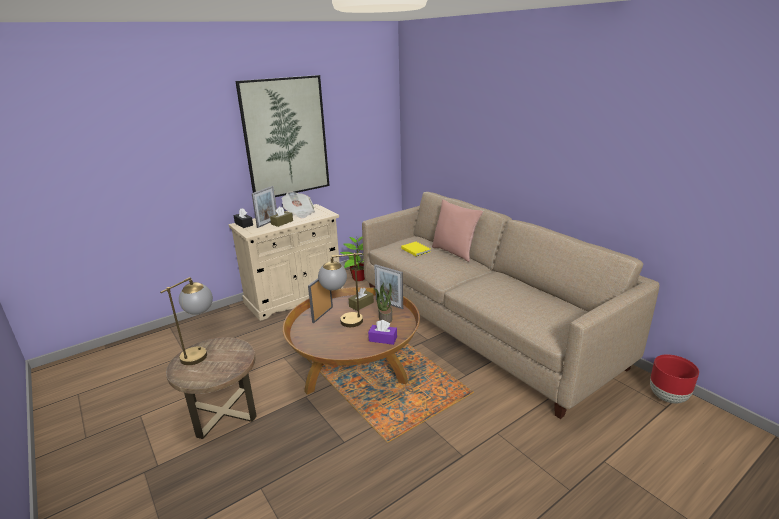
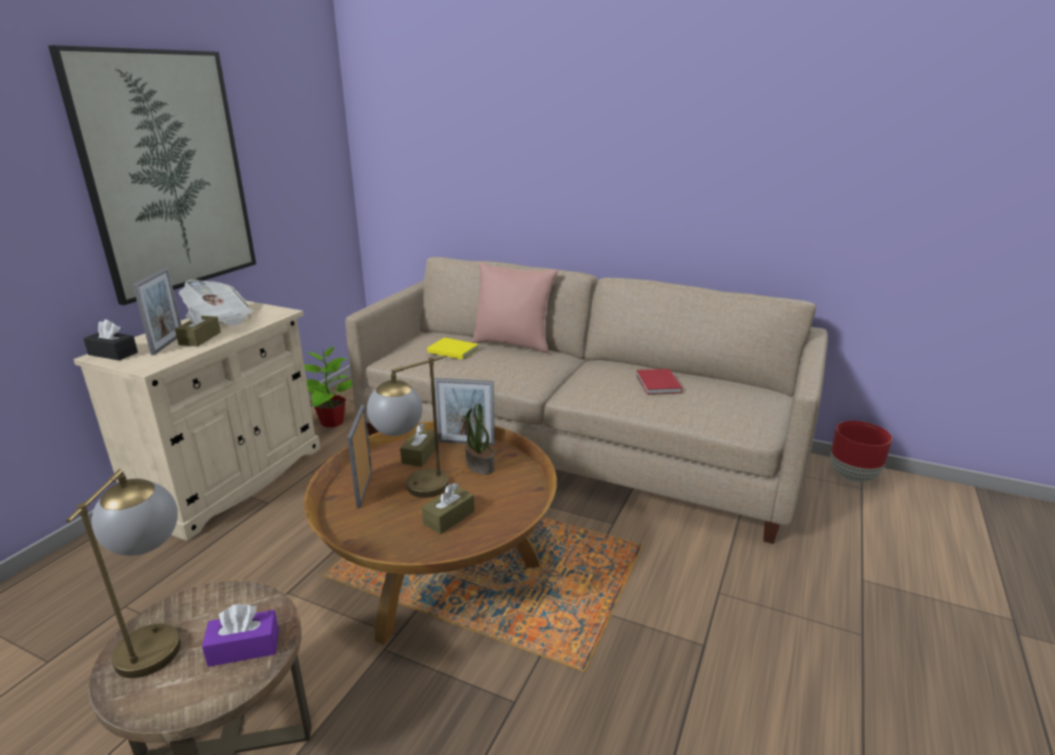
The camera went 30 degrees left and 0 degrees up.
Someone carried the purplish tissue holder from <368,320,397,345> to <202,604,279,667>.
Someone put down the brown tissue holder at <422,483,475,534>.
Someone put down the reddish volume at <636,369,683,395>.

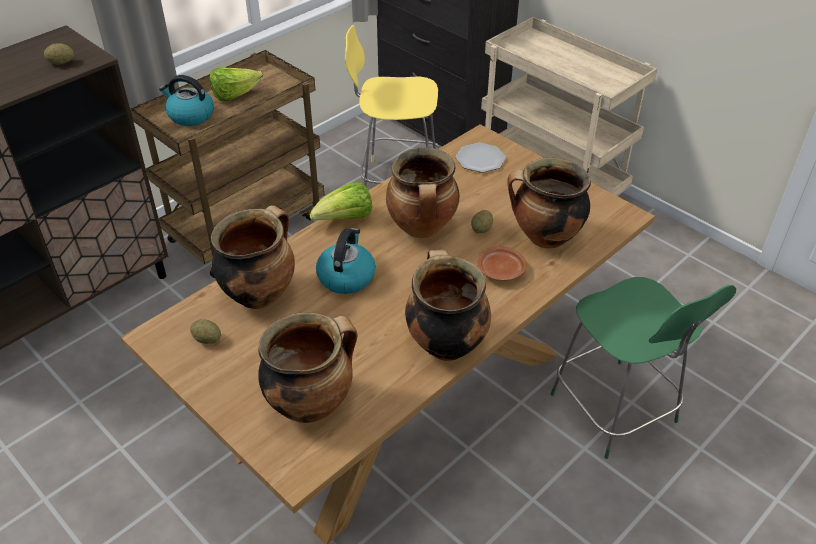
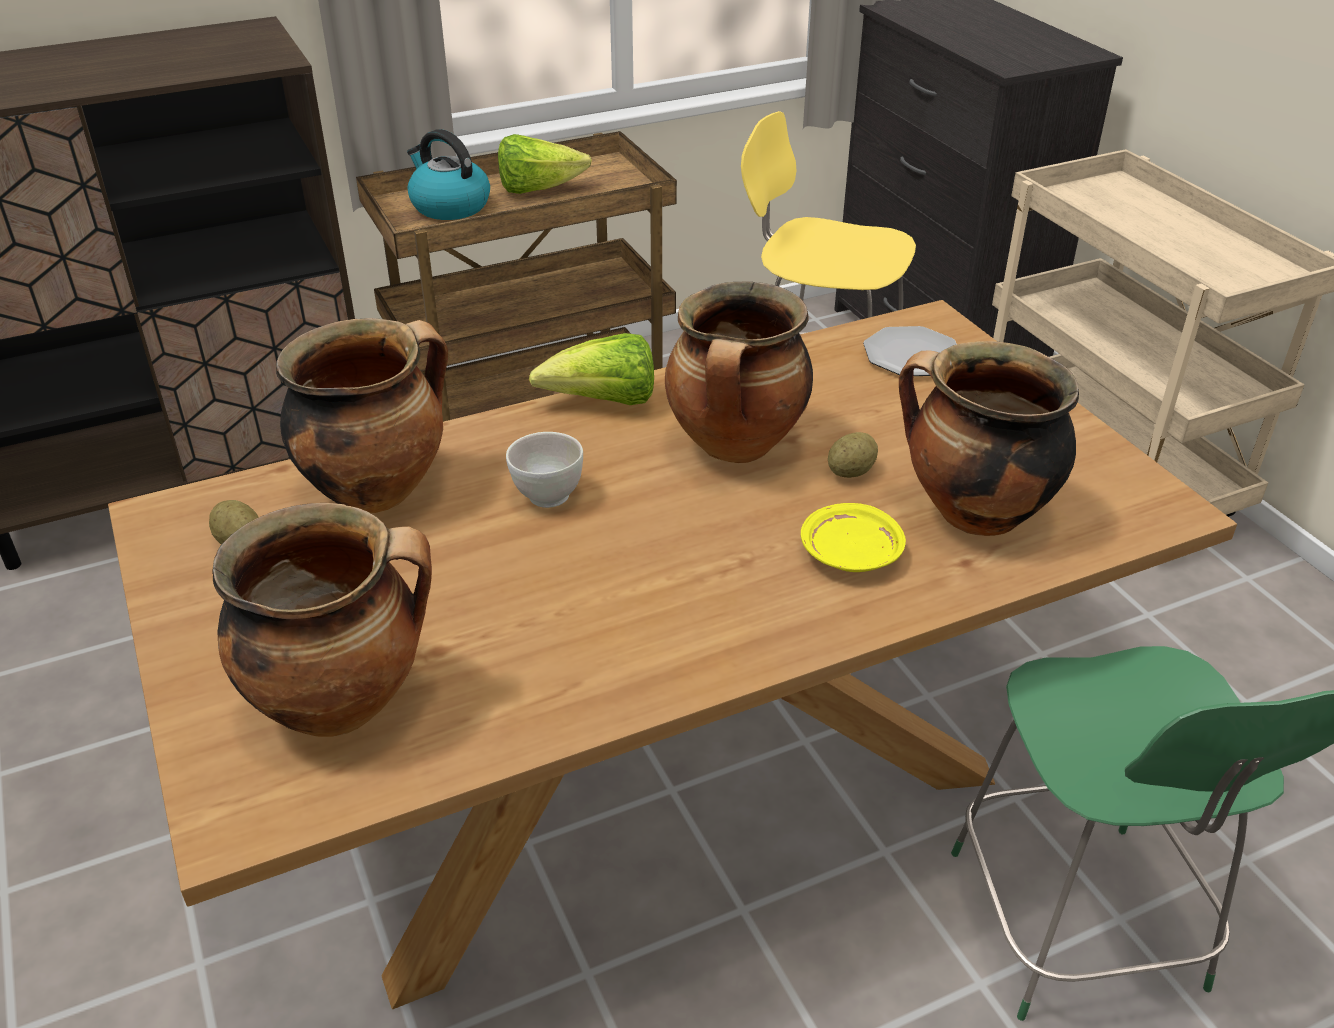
The camera went 20 degrees right and 5 degrees down.
Someone swapped the tea kettle at <316,228,376,294> for the white-coloured deep dish at <506,432,583,508>.
Someone repainted the brown dinner plate at <477,246,527,281>, which became the yellow dinner plate at <801,503,906,572>.
Someone took away the spud at <44,43,74,65>.
Someone took away the saucepot at <405,250,491,361>.

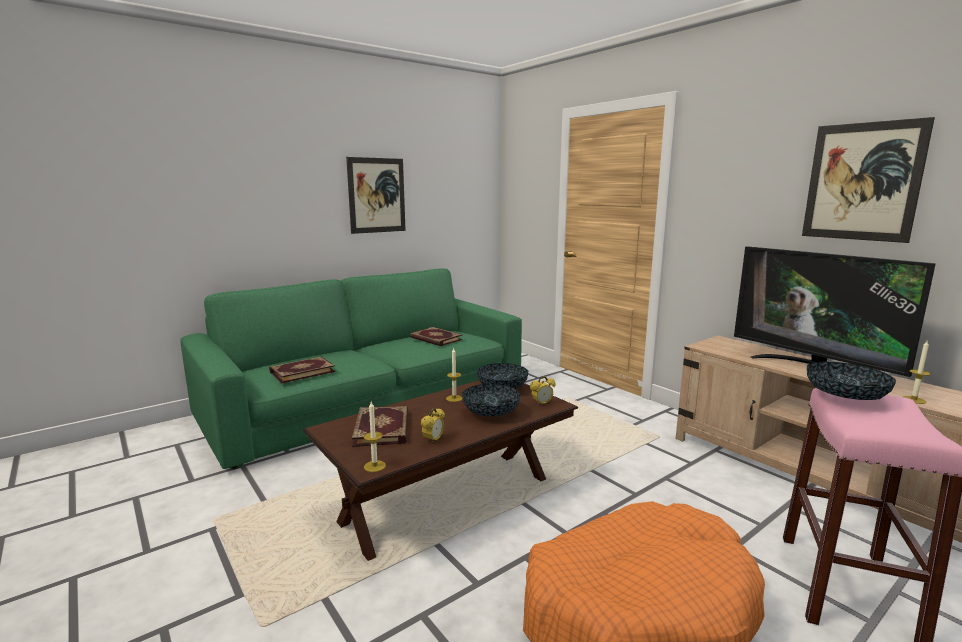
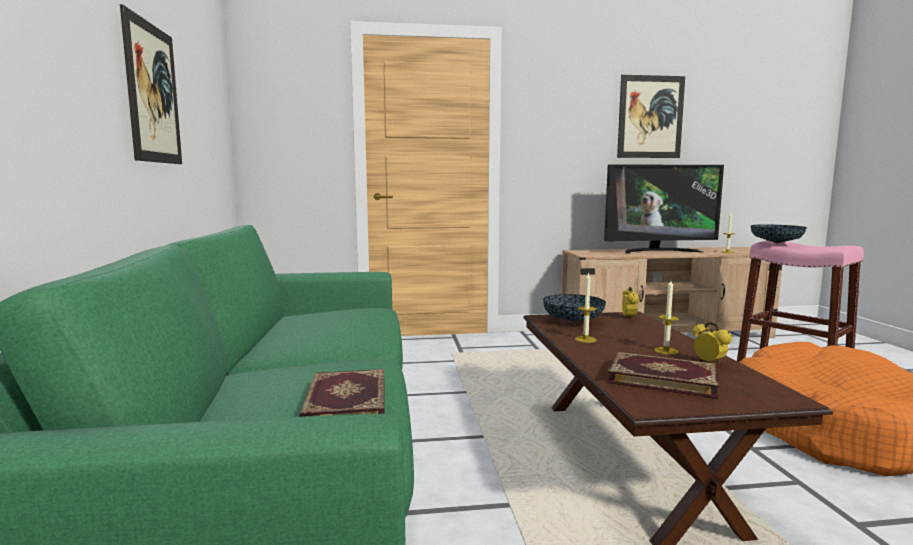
The camera went 60 degrees left and 5 degrees down.
Someone carried the candle from <364,402,386,472> to <654,280,679,355>.
Someone took away the volume at <410,327,462,346>.
Someone took away the deep dish at <462,384,520,416>.

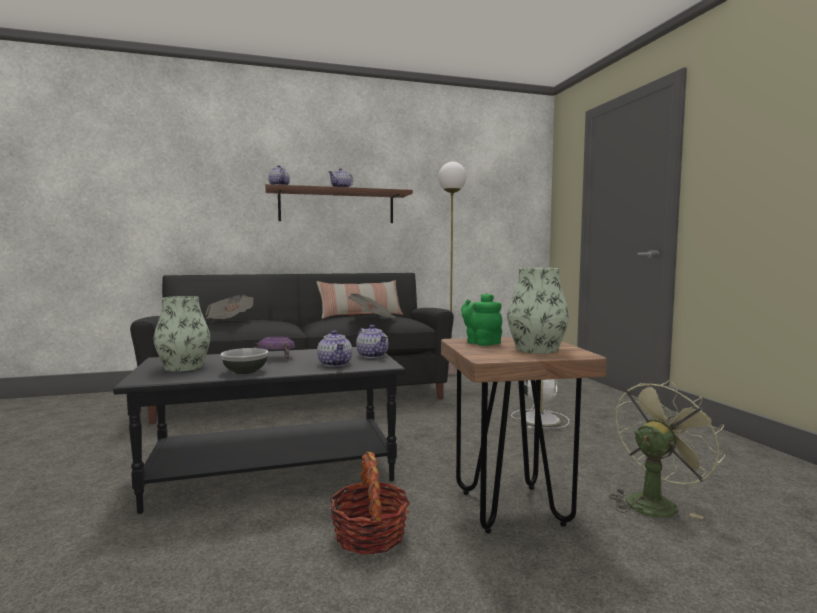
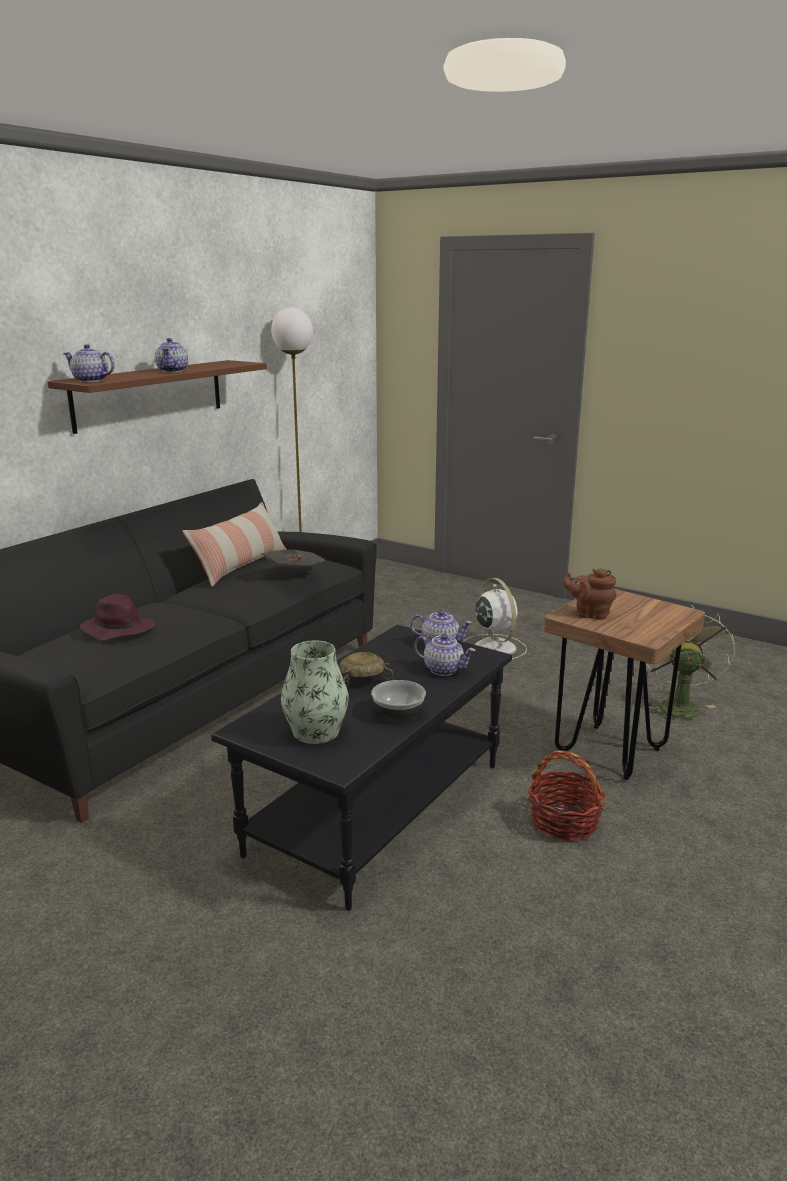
The camera went 40 degrees left and 15 degrees up.
Someone swapped the newspaper at <206,295,254,319> for the purplish hat at <80,594,155,640>.
Someone repainted the purplish deep dish at <254,337,295,359>, which became the beige-coloured deep dish at <339,652,394,687>.
Someone repainted the green-coloured pot for tea at <461,293,502,346>, which became the brown pot for tea at <562,568,616,620>.
Someone took away the flower vase at <507,268,569,354>.

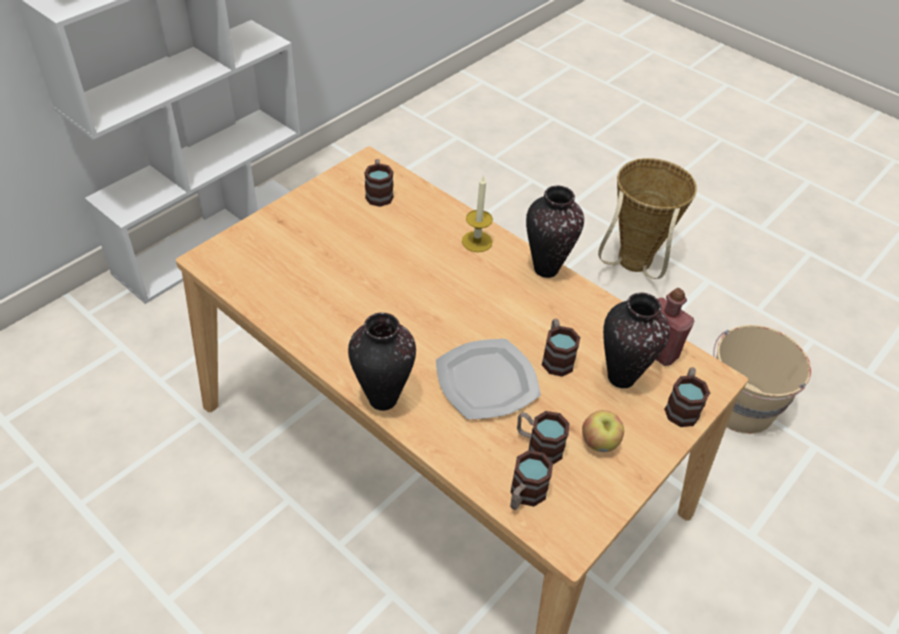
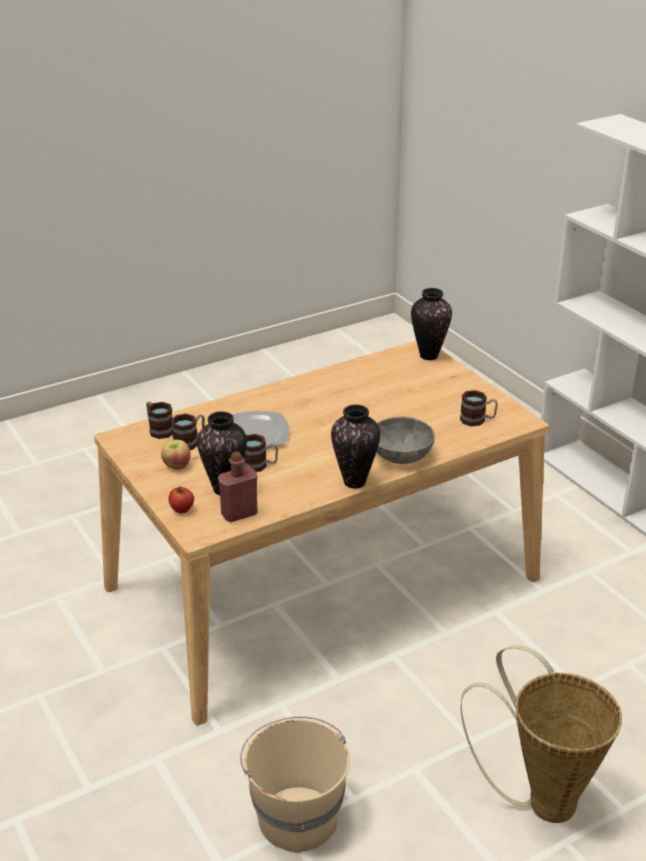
The camera went 110 degrees right and 15 degrees down.
Someone swapped the tea mug at <664,367,710,427> for the whole apple at <168,486,194,513>.
Someone swapped the candle at <462,175,493,252> for the gray deep dish at <377,417,435,464>.
Someone carried the flower vase from <348,313,416,411> to <411,288,452,360>.

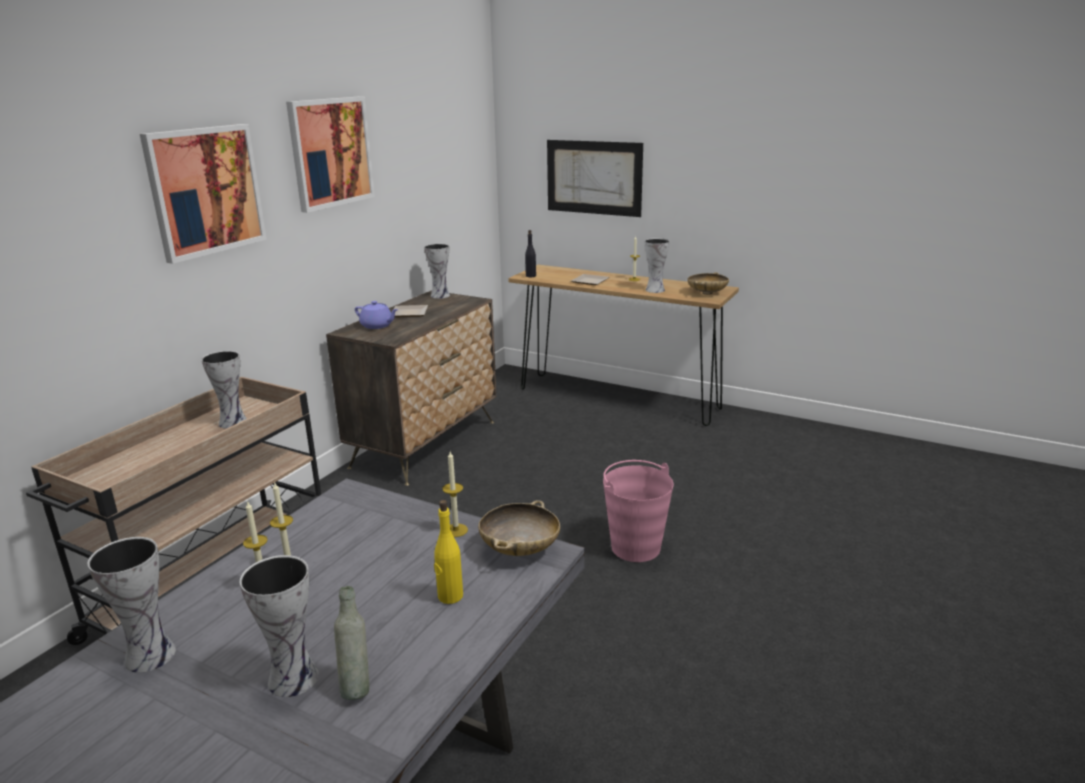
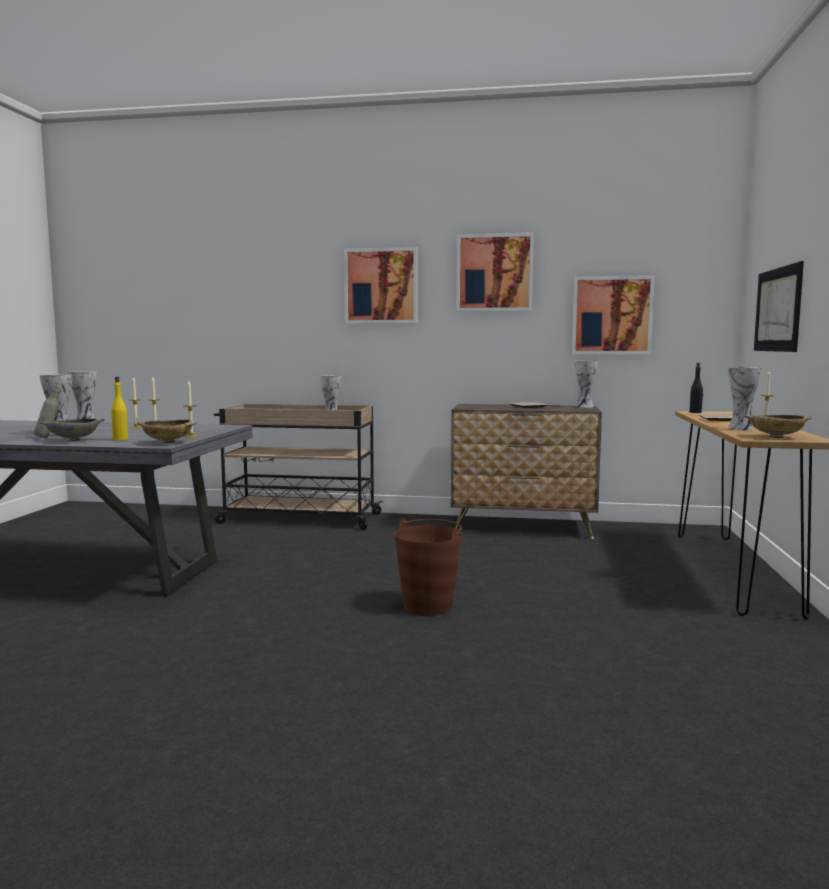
The camera went 70 degrees right and 15 degrees down.
Someone put down the gray deep dish at <39,418,105,441>.
Someone repainted the pink-coloured bucket at <603,460,673,562>, which became the brown bucket at <394,518,462,616>.
Someone put up the wall picture at <572,275,655,354>.
Someone took away the purplish pot for tea at <355,301,398,329>.

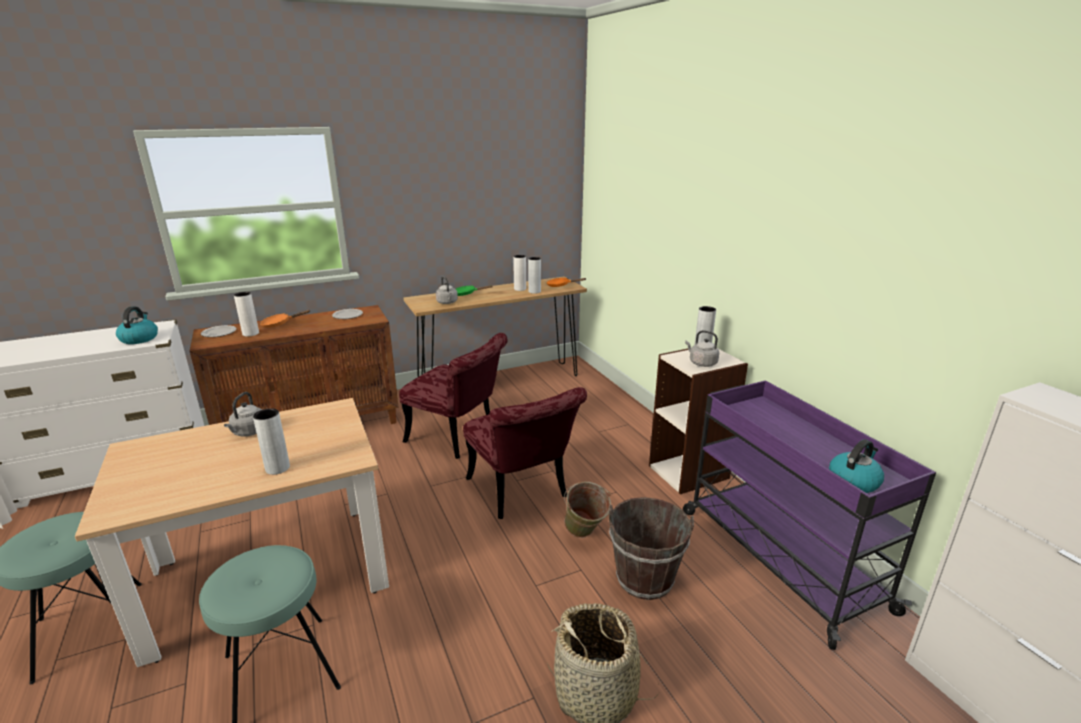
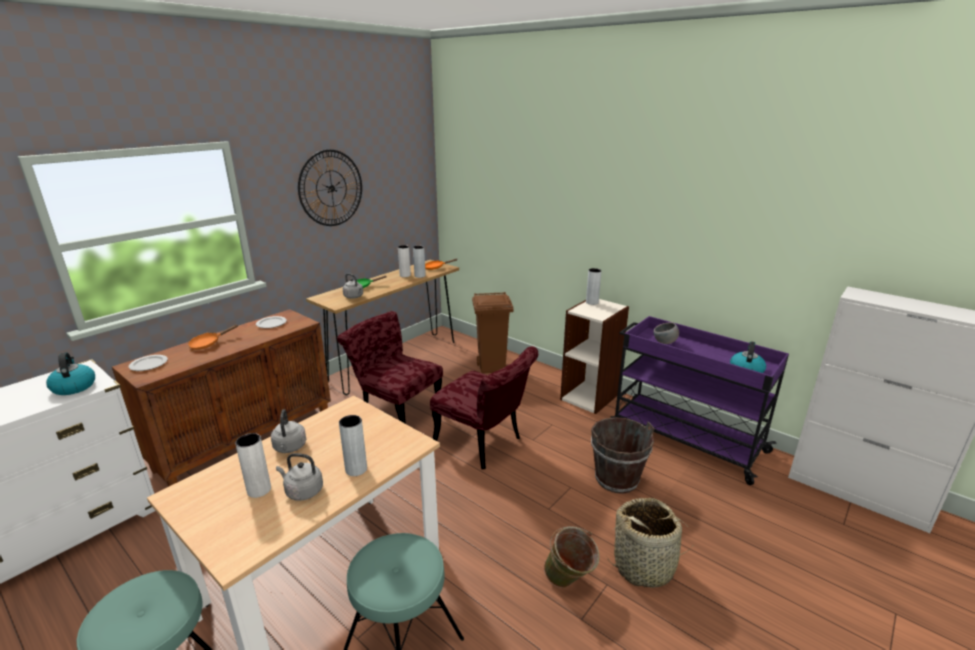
The camera went 25 degrees left and 0 degrees up.
Someone carried the white-coloured flower vase from <234,292,259,337> to <235,433,271,498>.
Someone carried the gray tea kettle from <685,330,719,367> to <276,453,323,501>.
Someone put up the clock on the wall at <298,150,362,226>.
Someone rotated the reddish upright chair at <399,333,507,459> by 150 degrees counterclockwise.
Someone put down the brown trash can at <472,292,514,374>.
Someone carried the green-coloured bucket from <564,482,611,538> to <544,526,600,588>.
Someone put down the gray deep dish at <653,322,679,344>.

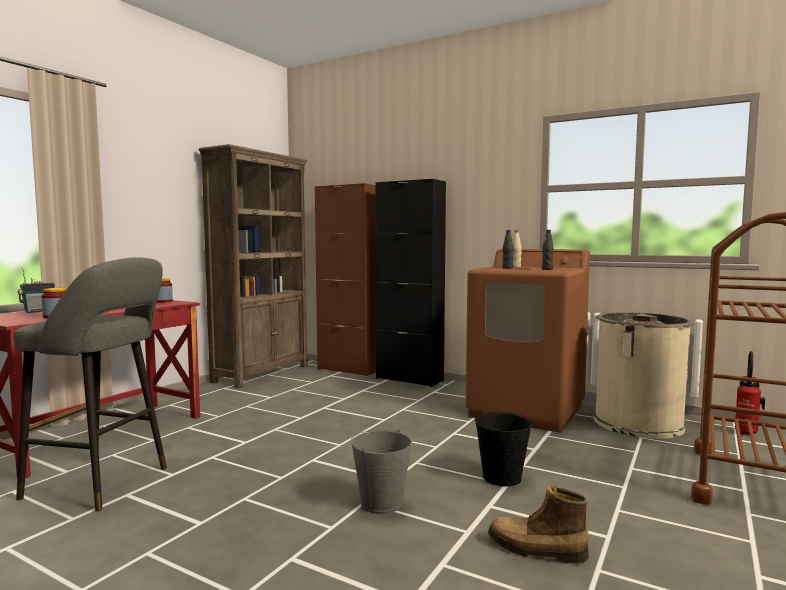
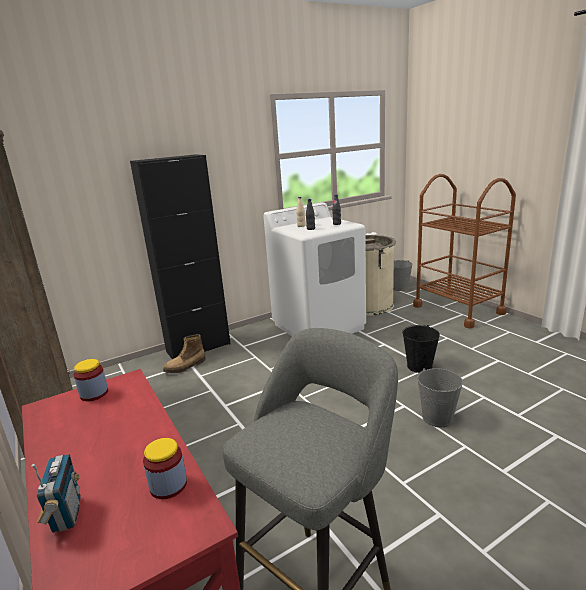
The camera went 60 degrees left and 15 degrees up.
Someone carried the tall boot from <488,486,589,564> to <163,334,206,373>.
Someone repainted the brown laundry appliance at <466,249,590,432>, which became the white-coloured laundry appliance at <263,202,366,337>.
Someone swapped the fire extinguisher at <736,351,765,435> for the gray bucket at <393,260,413,291>.
Someone took away the brown storage cabinet at <315,183,376,376>.

